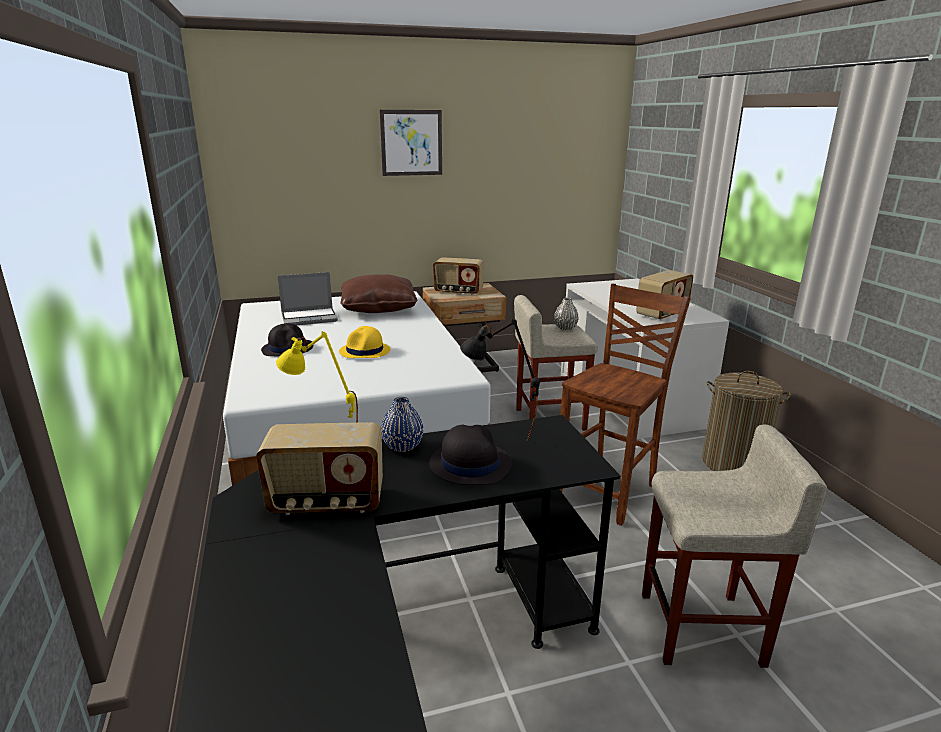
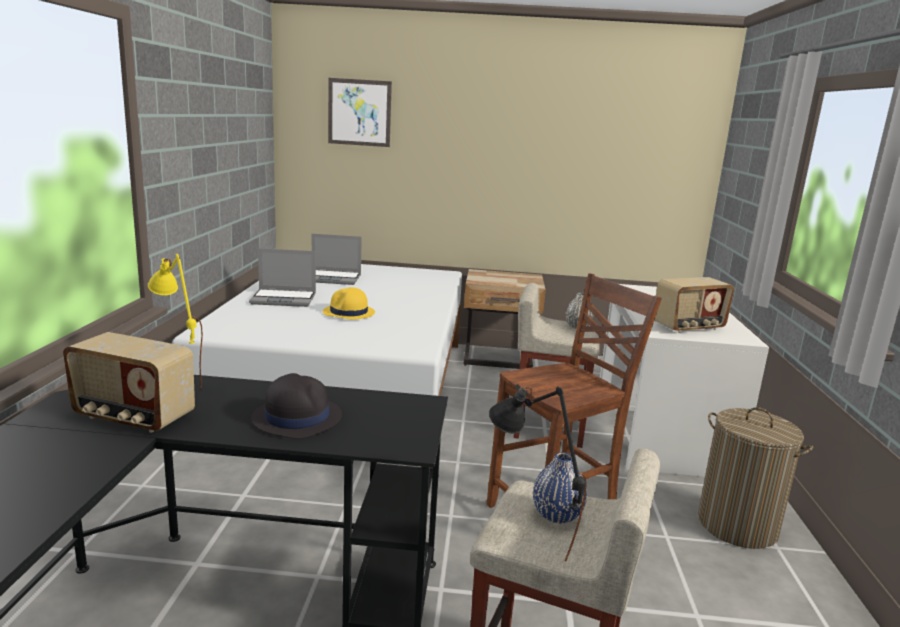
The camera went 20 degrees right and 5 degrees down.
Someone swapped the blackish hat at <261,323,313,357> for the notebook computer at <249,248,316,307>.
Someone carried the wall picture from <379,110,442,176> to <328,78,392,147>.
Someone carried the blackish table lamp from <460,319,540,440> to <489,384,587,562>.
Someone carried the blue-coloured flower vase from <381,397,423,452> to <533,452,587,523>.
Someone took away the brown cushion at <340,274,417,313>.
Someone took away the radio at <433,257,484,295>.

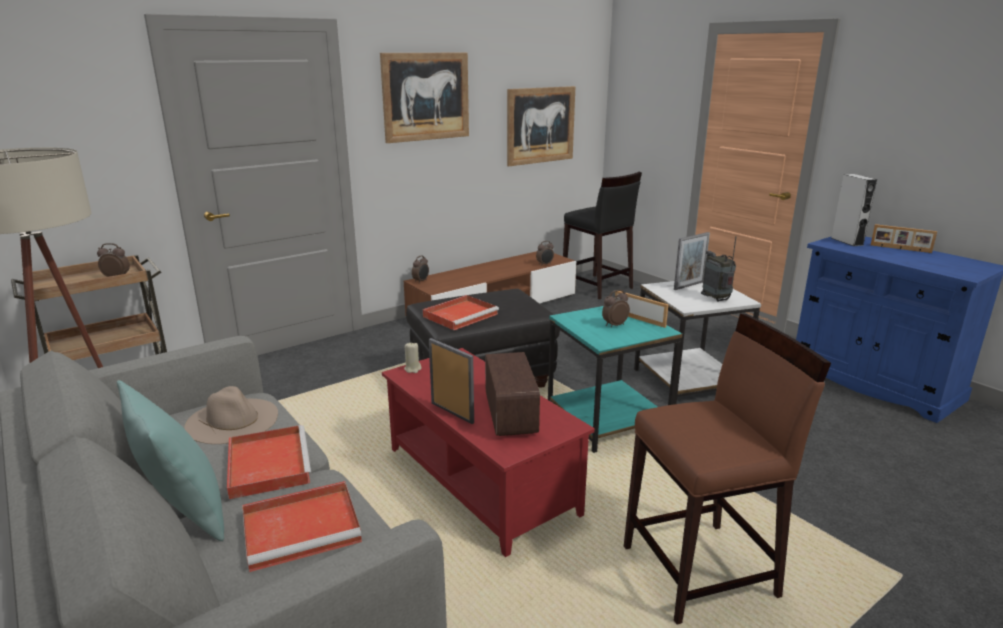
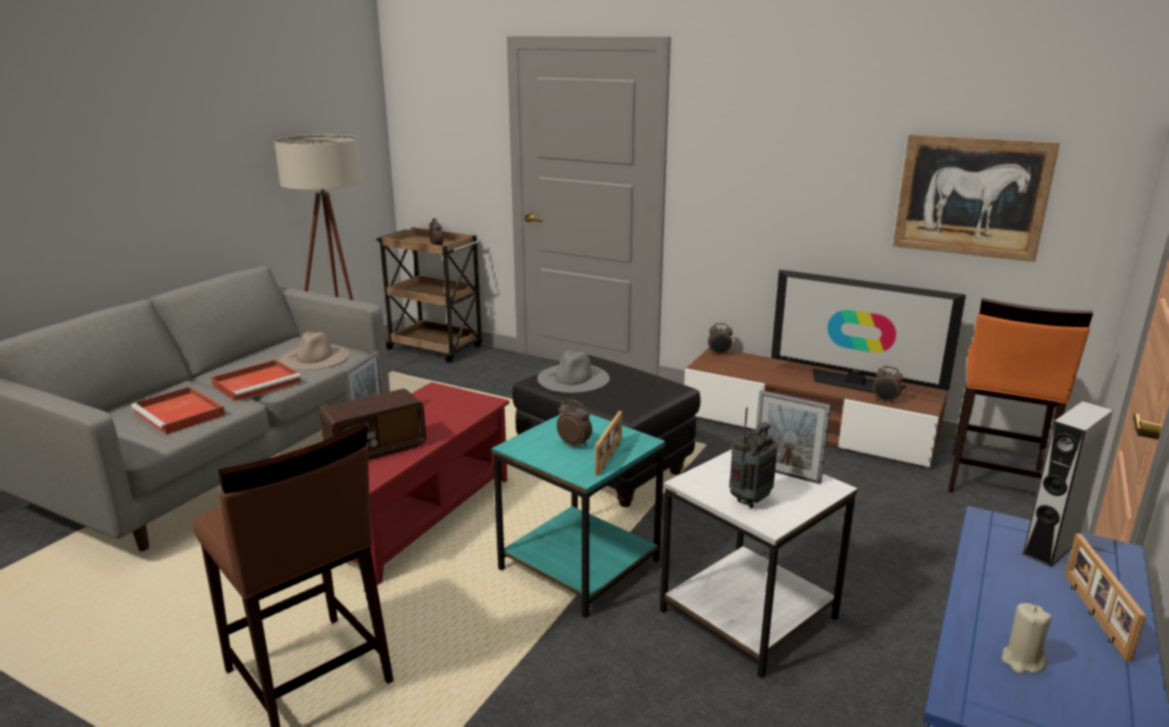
The camera went 65 degrees right and 0 degrees up.
Someone swapped the reddish carrying tray at <423,295,499,330> for the gray hat at <537,350,610,393>.
Someone put down the television at <771,270,966,393>.
Someone repainted the blackish stool at <563,172,642,299>, which became the orange stool at <948,298,1093,493>.
Someone carried the beige-coloured candle from <404,342,422,373> to <1001,603,1052,674>.
Someone took away the turquoise cushion at <117,380,224,541>.
Someone took away the wall picture at <380,52,469,143>.

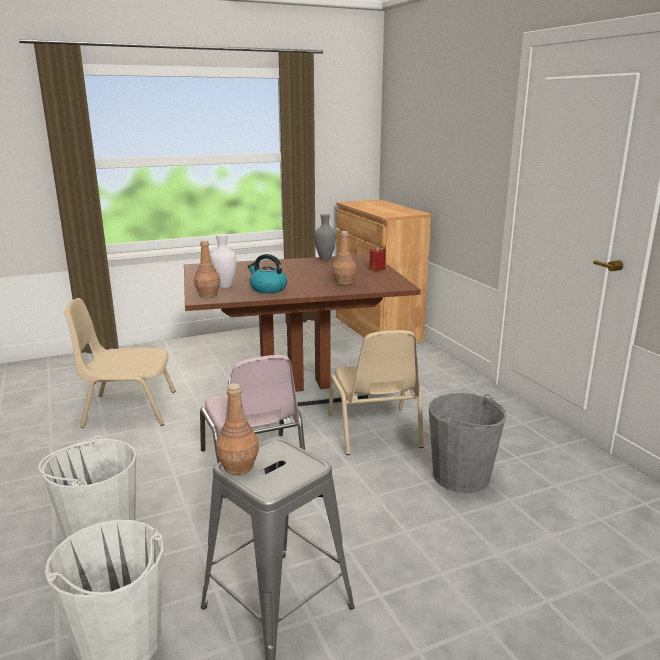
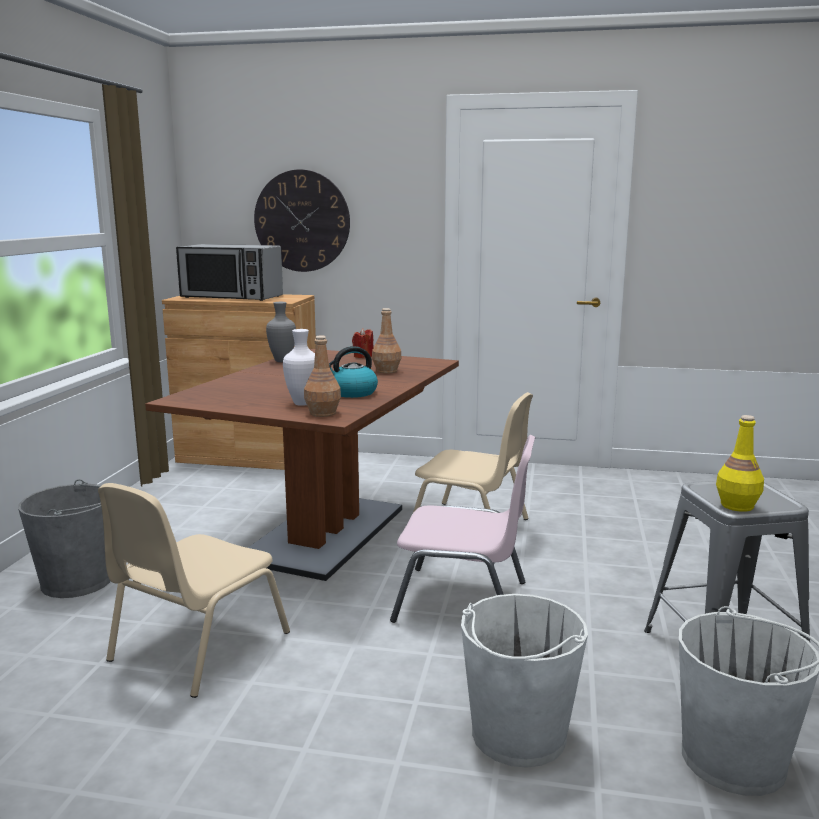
The camera went 55 degrees left and 5 degrees down.
Someone carried the gray bucket from <429,393,506,493> to <18,479,111,598>.
Someone put down the kitchen microwave at <176,244,283,301>.
Someone put up the clock on the wall at <254,169,350,272>.
Someone repainted the brown drink bottle at <216,383,259,475>, which became the yellow drink bottle at <716,415,764,512>.

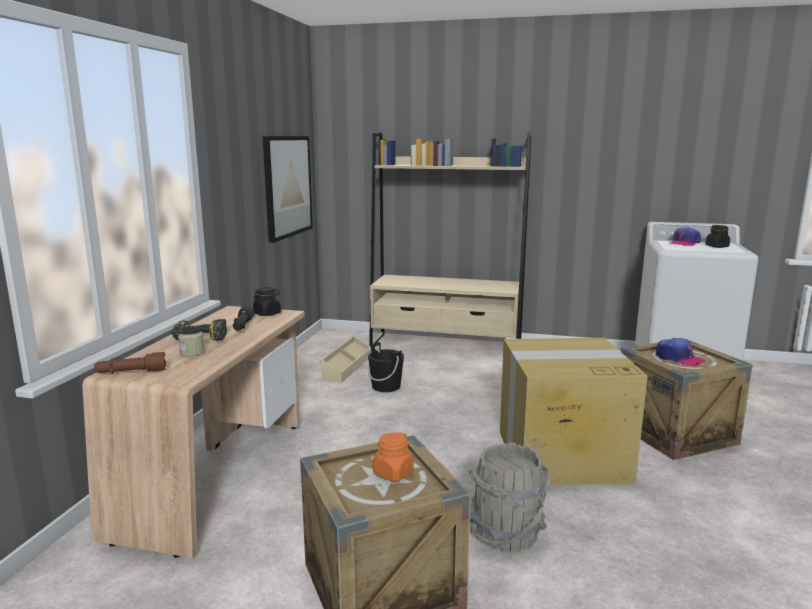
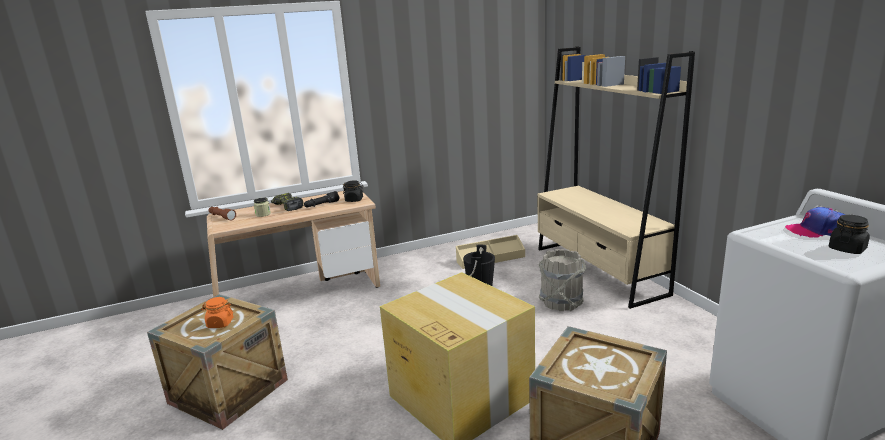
The camera went 55 degrees right and 5 degrees up.
Someone carried the gray bucket from <469,442,550,552> to <538,249,586,311>.
Someone took away the wall picture at <263,136,313,243>.
Someone took away the peaked cap at <656,338,705,365>.

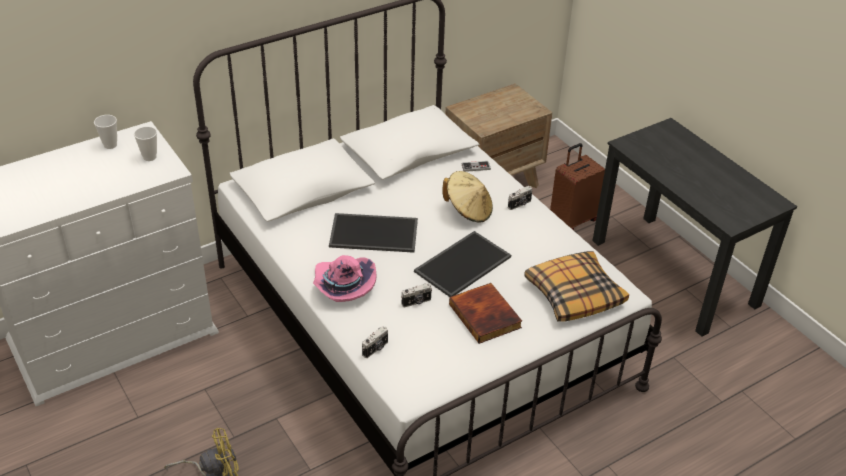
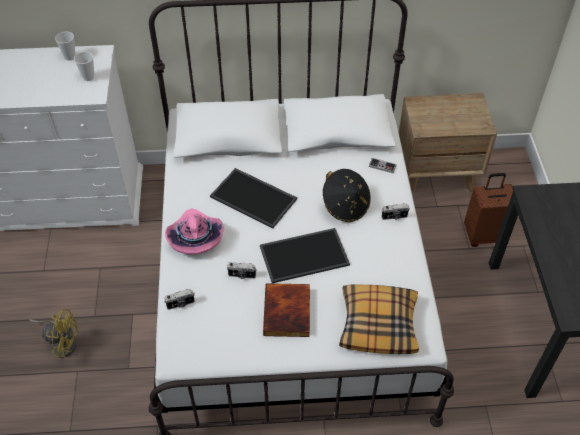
The camera went 30 degrees right and 10 degrees up.
Someone repainted the beige-coloured hat at <442,171,493,222>, which became the blackish hat at <323,169,371,222>.

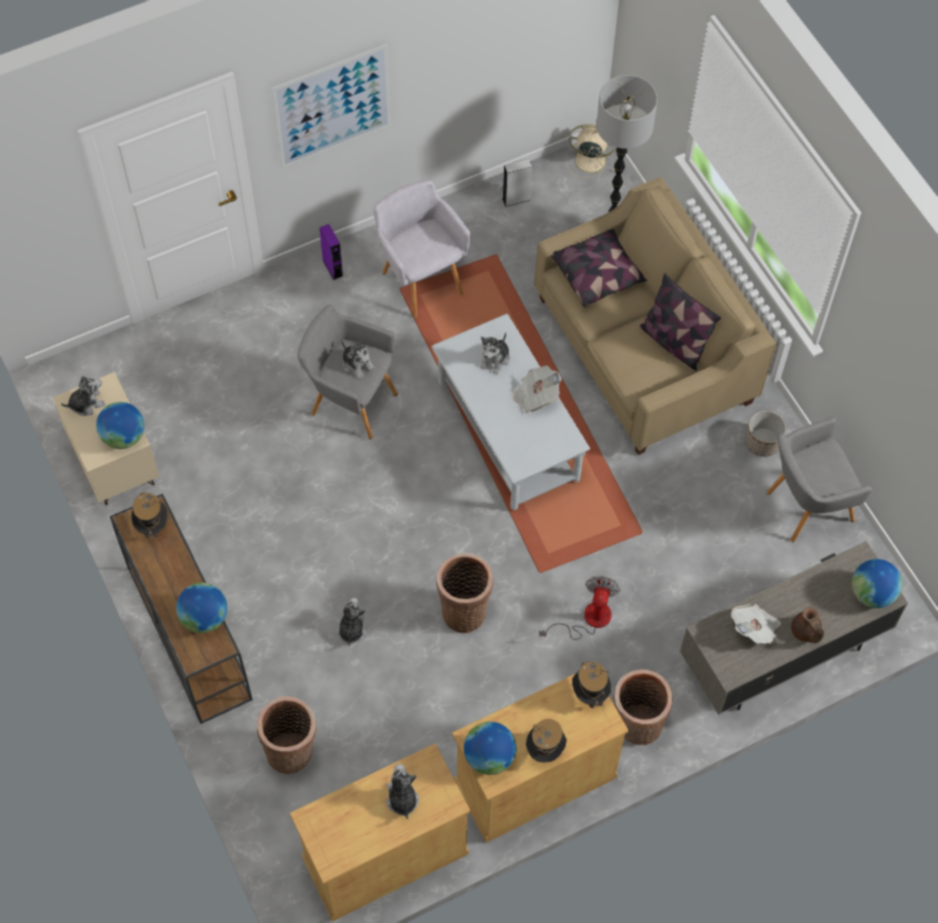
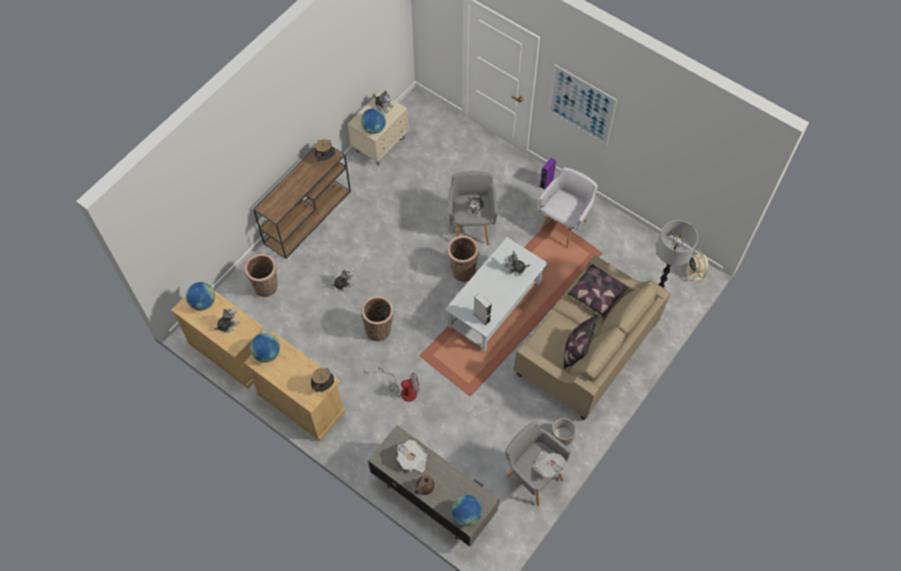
The camera went 65 degrees right and 0 degrees up.
Someone carried the desk globe from <176,583,227,633> to <186,282,215,310>.
Someone carried the basket from <614,669,673,745> to <447,235,479,282>.
Someone carried the gray loudspeaker from <502,159,532,207> to <474,293,492,325>.
Someone carried the newspaper from <510,365,562,414> to <534,451,566,477>.
Someone took away the hat at <526,719,567,762>.

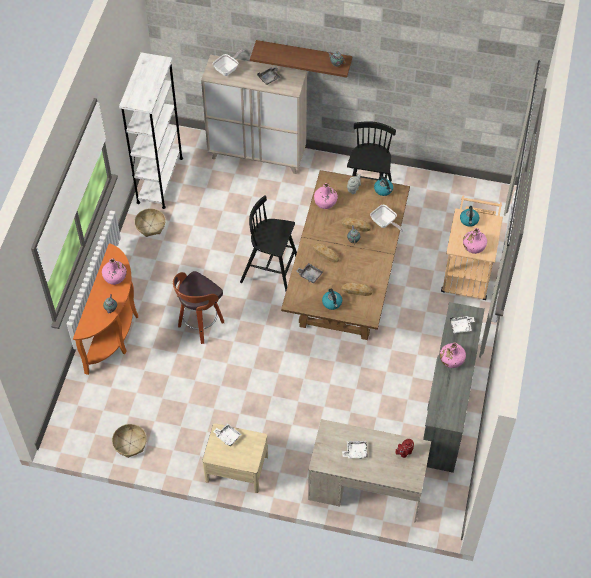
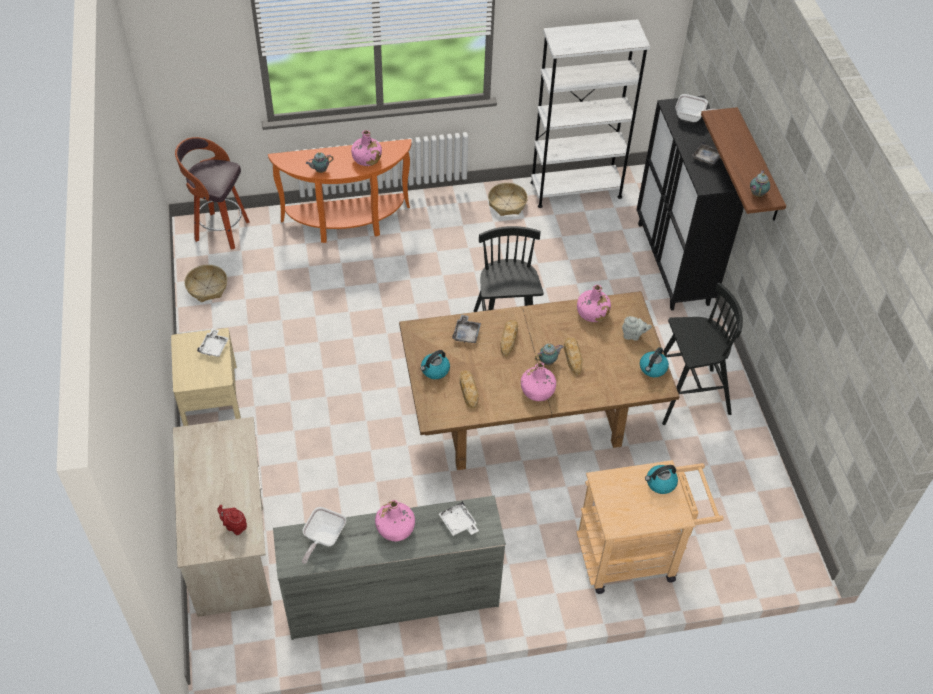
The camera went 65 degrees right and 5 degrees down.
Someone carried the stool from <173,271,224,344> to <175,137,249,250>.
Someone carried the pan from <370,205,403,232> to <302,507,346,564>.
Someone carried the pink-coloured drink bottle from <463,228,487,254> to <521,362,556,401>.
Someone repainted the beige-coloured storage cabinet at <201,55,307,174>, which became the blackish storage cabinet at <637,95,744,311>.
Someone took away the white-coloured carrying tray at <342,441,368,459>.

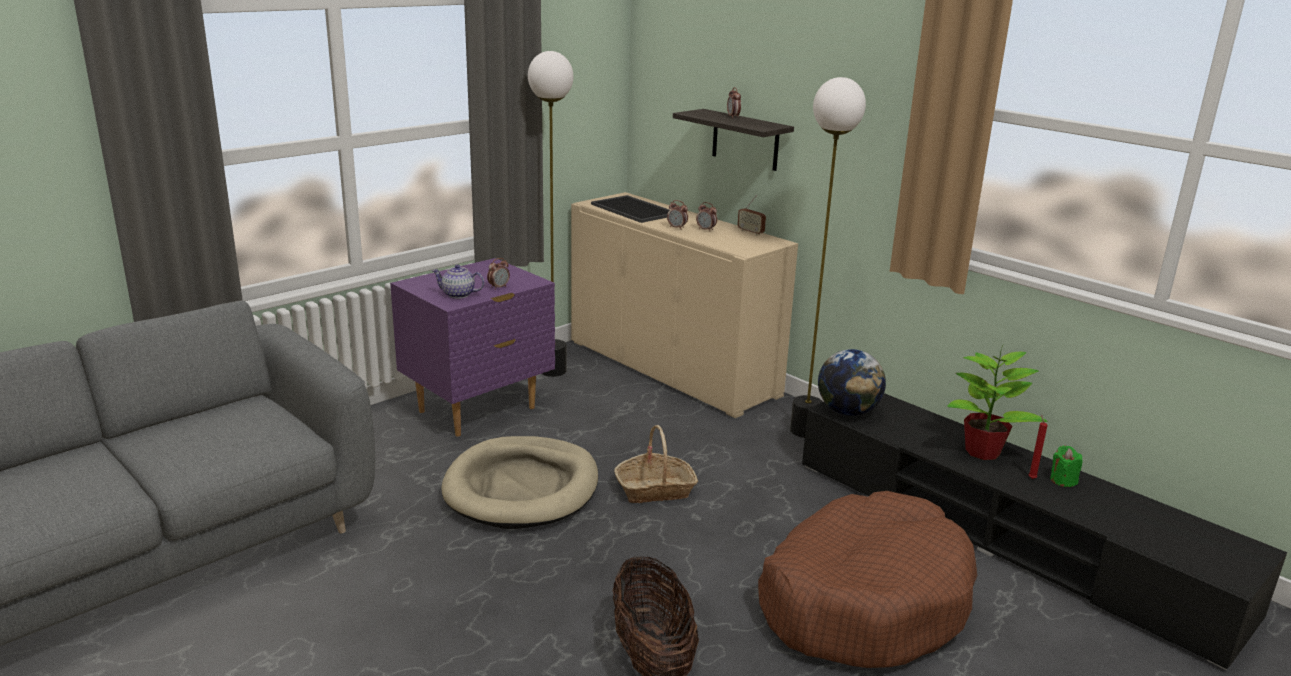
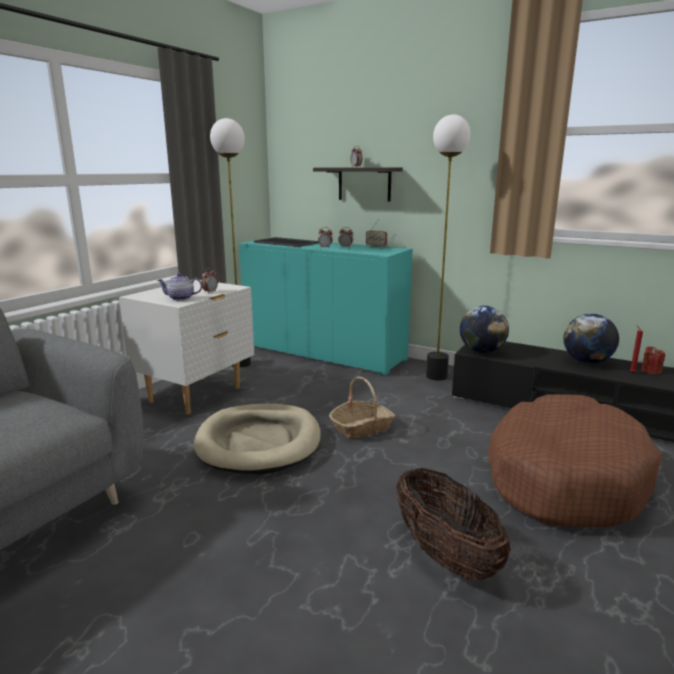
The camera went 15 degrees left and 5 degrees down.
Someone repainted the purplish bedside table at <390,258,555,437>, which became the white-coloured bedside table at <119,280,254,415>.
Someone repainted the beige-coloured storage cabinet at <571,192,798,418>, which became the turquoise storage cabinet at <239,237,413,375>.
Someone swapped the plant in a pot at <947,345,1048,460> for the desk globe at <563,314,619,364>.
Someone repainted the green-coloured candle at <1050,445,1083,487>, which became the reddish candle at <641,346,665,374>.

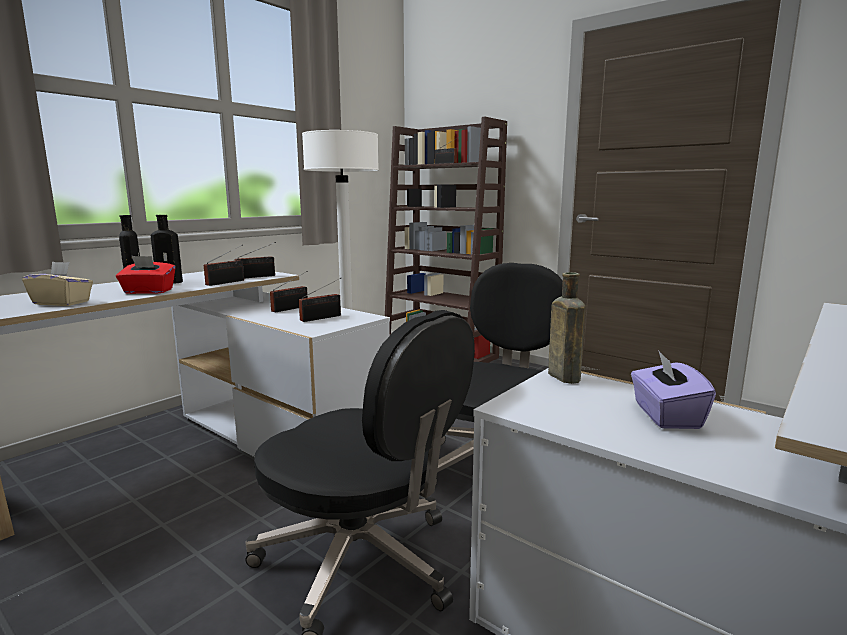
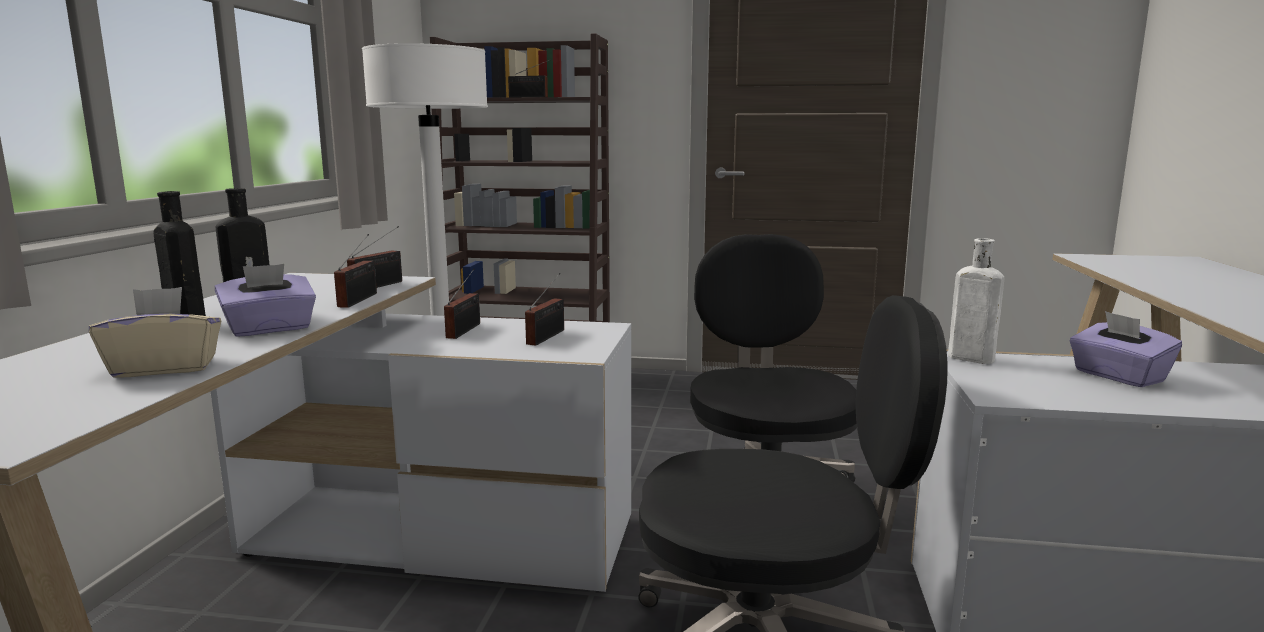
The camera went 30 degrees left and 0 degrees up.
Someone repainted the reddish tissue holder at <116,256,175,294>, which became the purplish tissue holder at <215,264,316,337>.
Someone repainted the brown drink bottle at <548,272,586,384>, which became the white-coloured drink bottle at <948,238,1004,364>.

